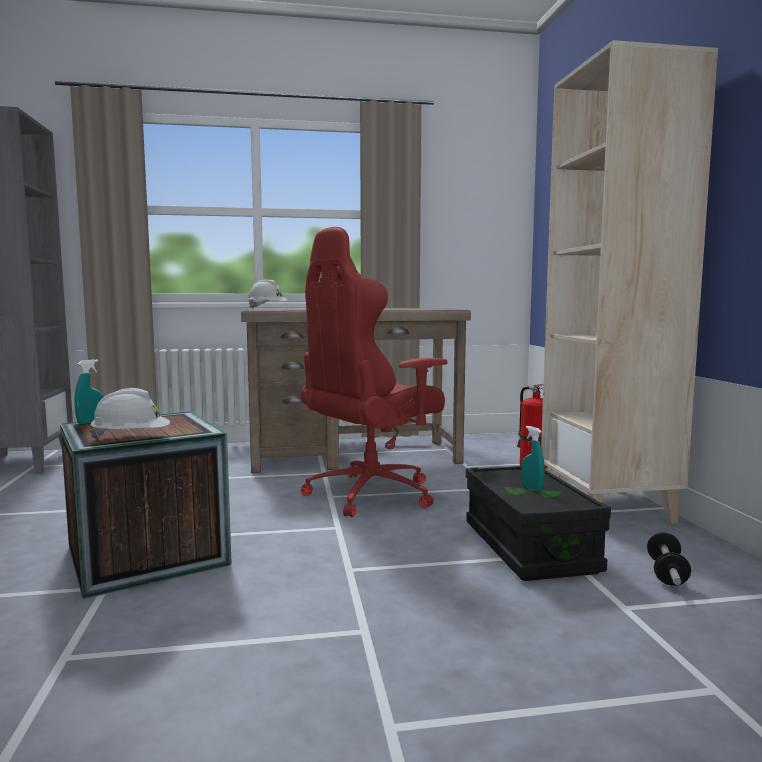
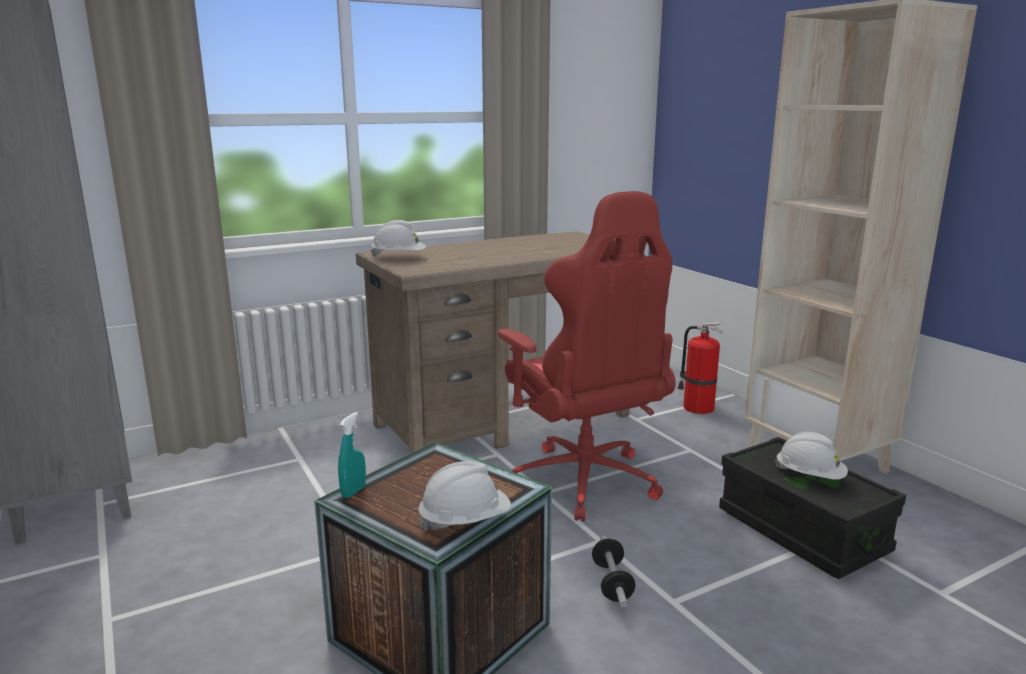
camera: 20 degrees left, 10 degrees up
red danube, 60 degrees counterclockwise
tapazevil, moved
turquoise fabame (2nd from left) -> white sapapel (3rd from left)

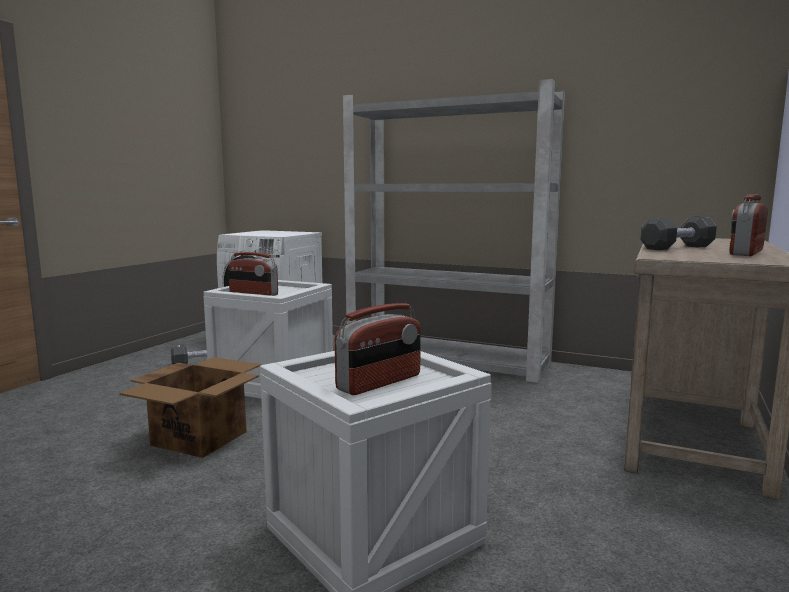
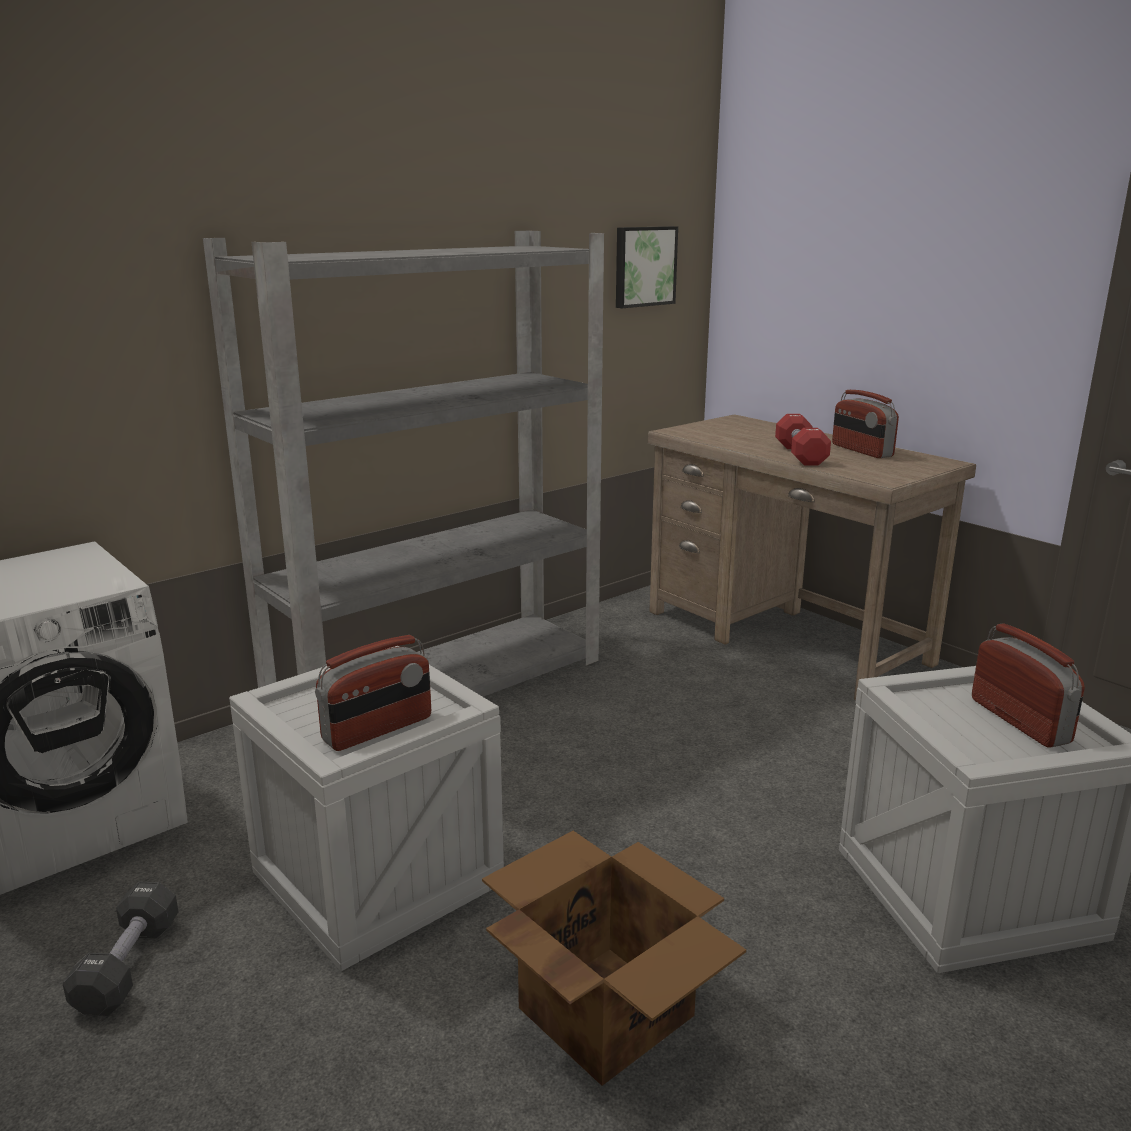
camera: 65 degrees left, 10 degrees up
none -> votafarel
black tapazevil (2nd from left) -> red tapazevil

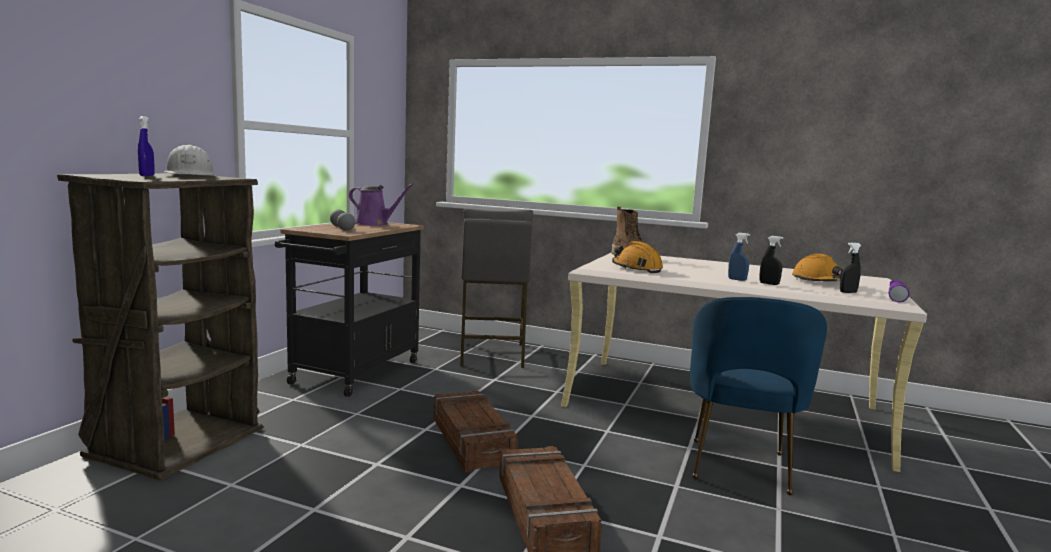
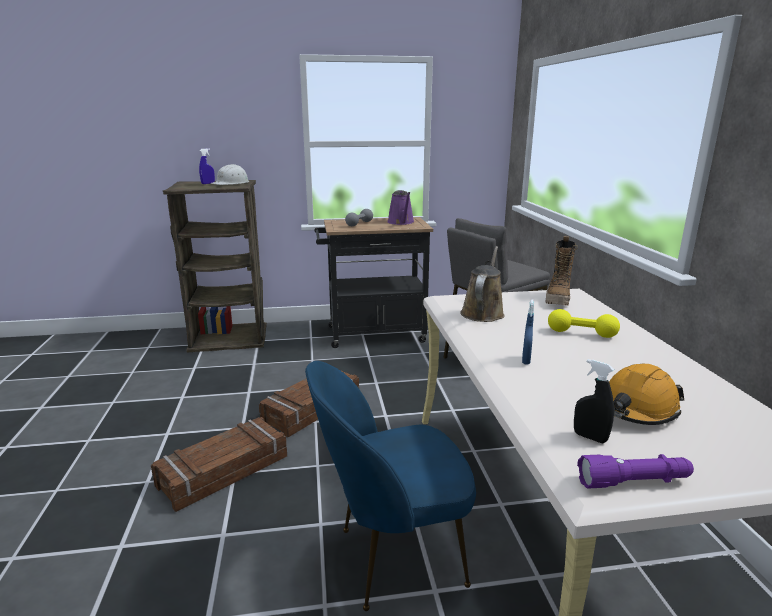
camera: 60 degrees right, 10 degrees up
orange sapapel (1st from left) -> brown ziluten
none -> yellow tapazevil
black fabame (1st from left) -> none

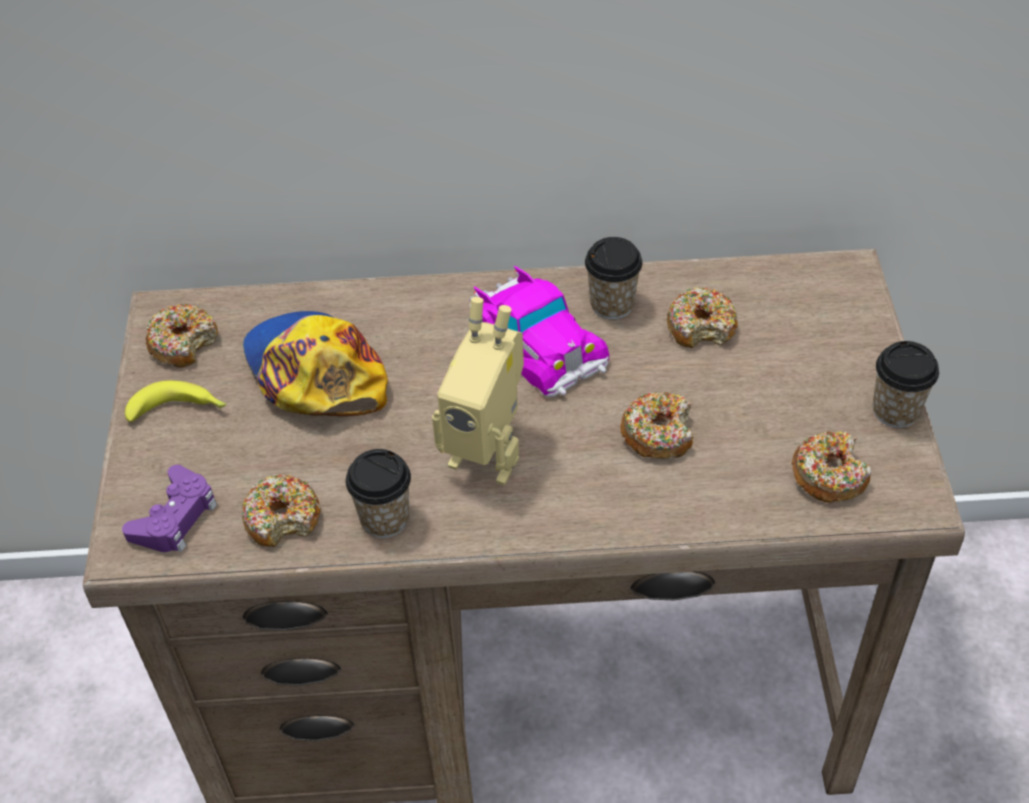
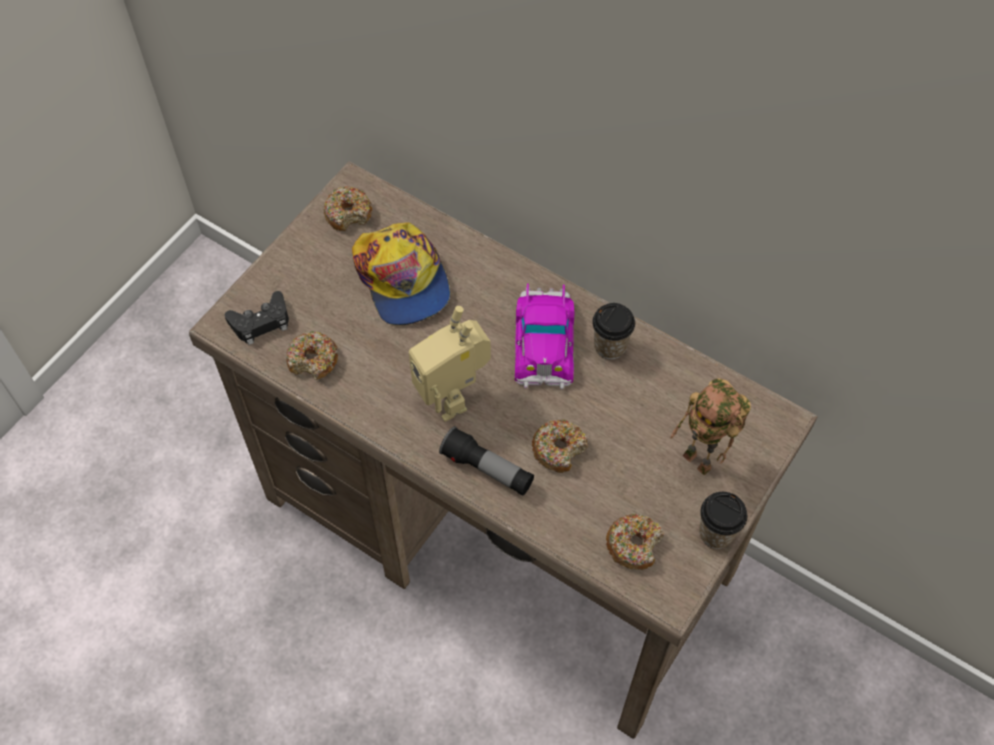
camera: 35 degrees right, 10 degrees up
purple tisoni -> black tisoni
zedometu, 150 degrees clockwise
none -> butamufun
none -> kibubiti (2nd from left)
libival -> none
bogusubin (1st from left) -> none
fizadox (4th from left) -> none

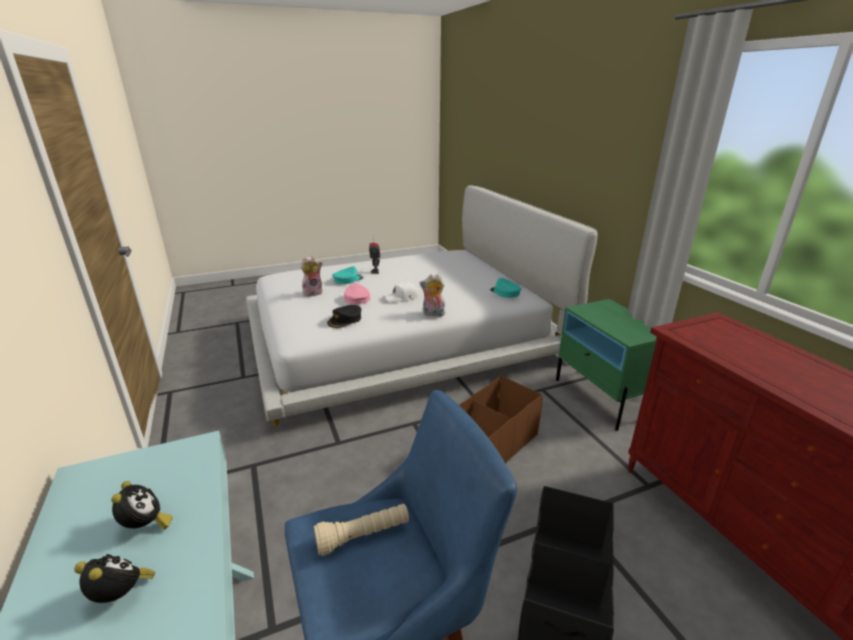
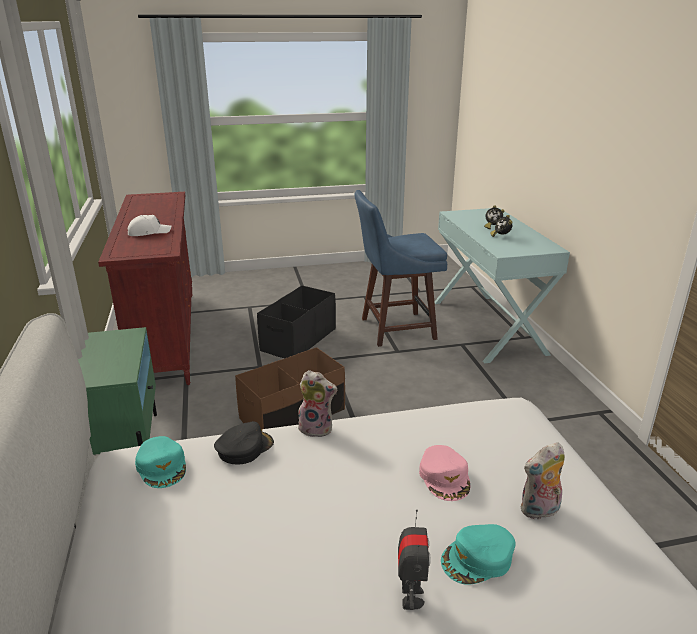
camera: 170 degrees left, 0 degrees up
white zedometu, moved
black zedometu, moved
beige butamufun -> none

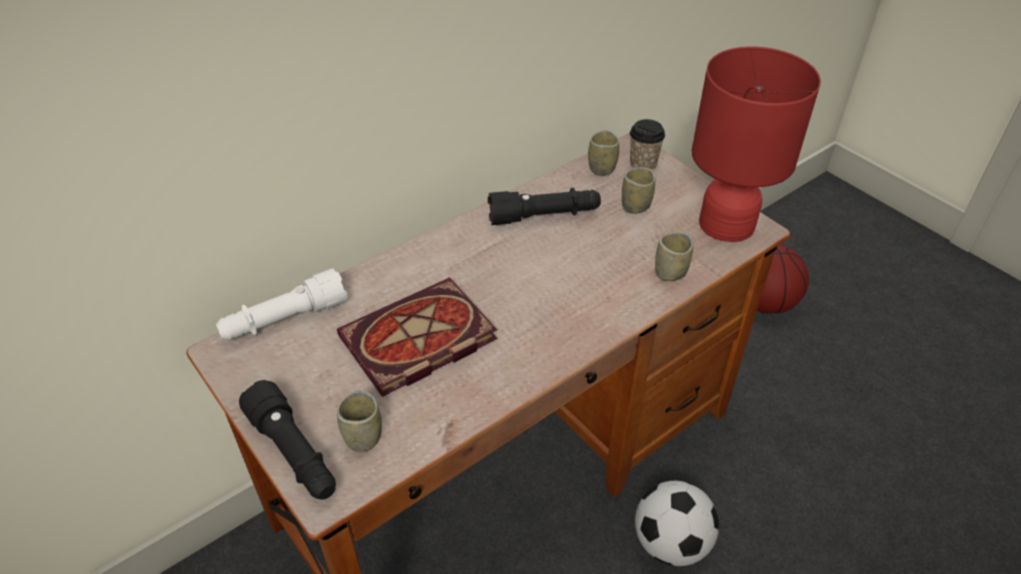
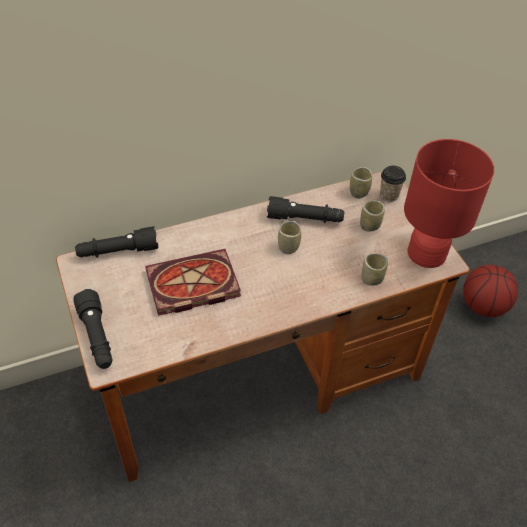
camera: 15 degrees right, 5 degrees up
white butamufun -> black butamufun (2nd from left)
bogusubin (1st from left), moved
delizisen -> none

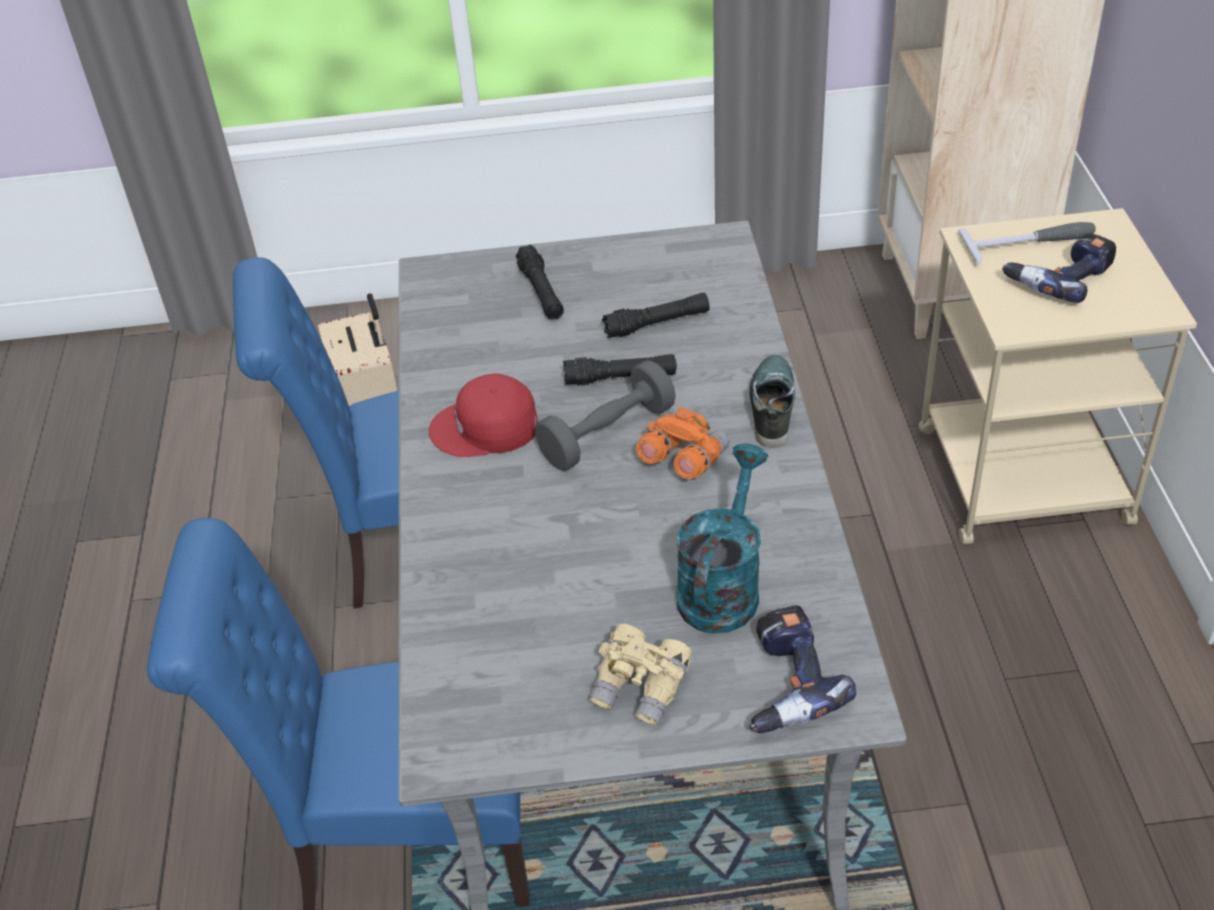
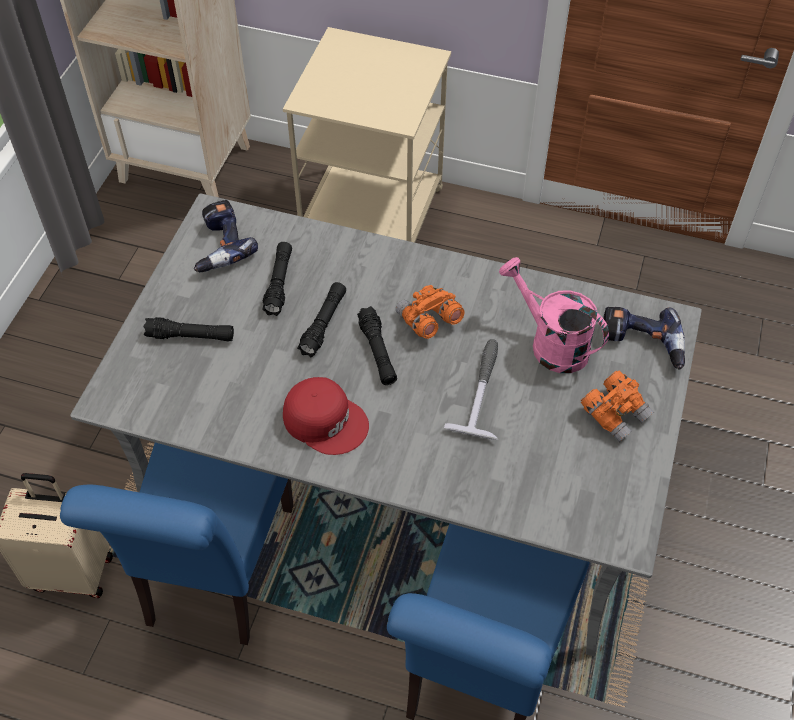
camera: 70 degrees left, 10 degrees up
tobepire (2nd from left in the first image) -> tobepire (1st from left), moved
red zedometu, 75 degrees counterclockwise
grey tapazevil -> black butamufun (4th from left)
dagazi, moved
turquoise ziluten -> pink ziluten
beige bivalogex -> orange bivalogex (2nd from left)
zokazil -> none

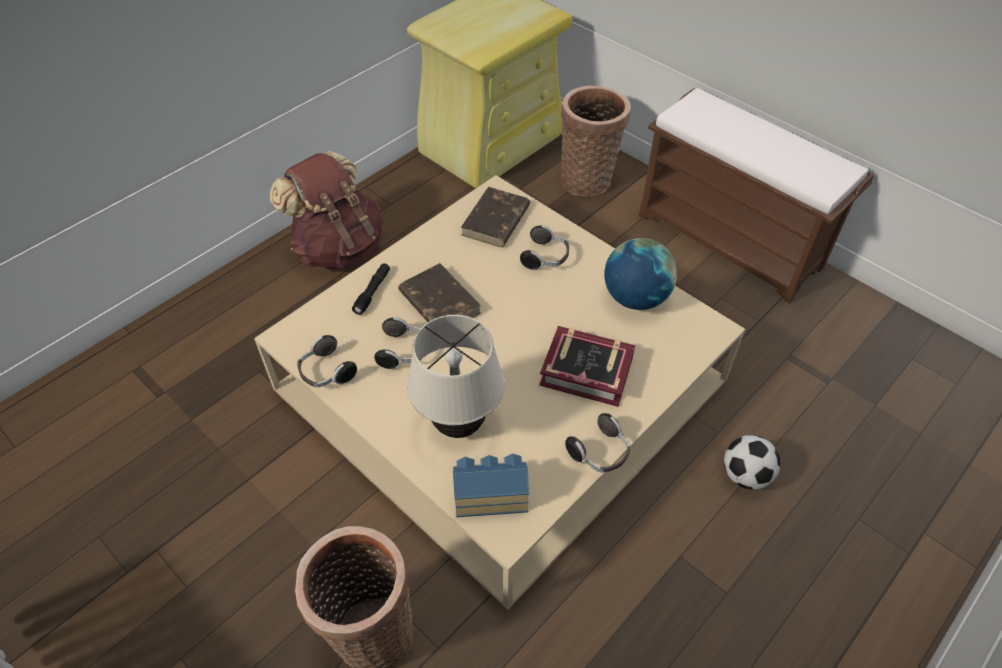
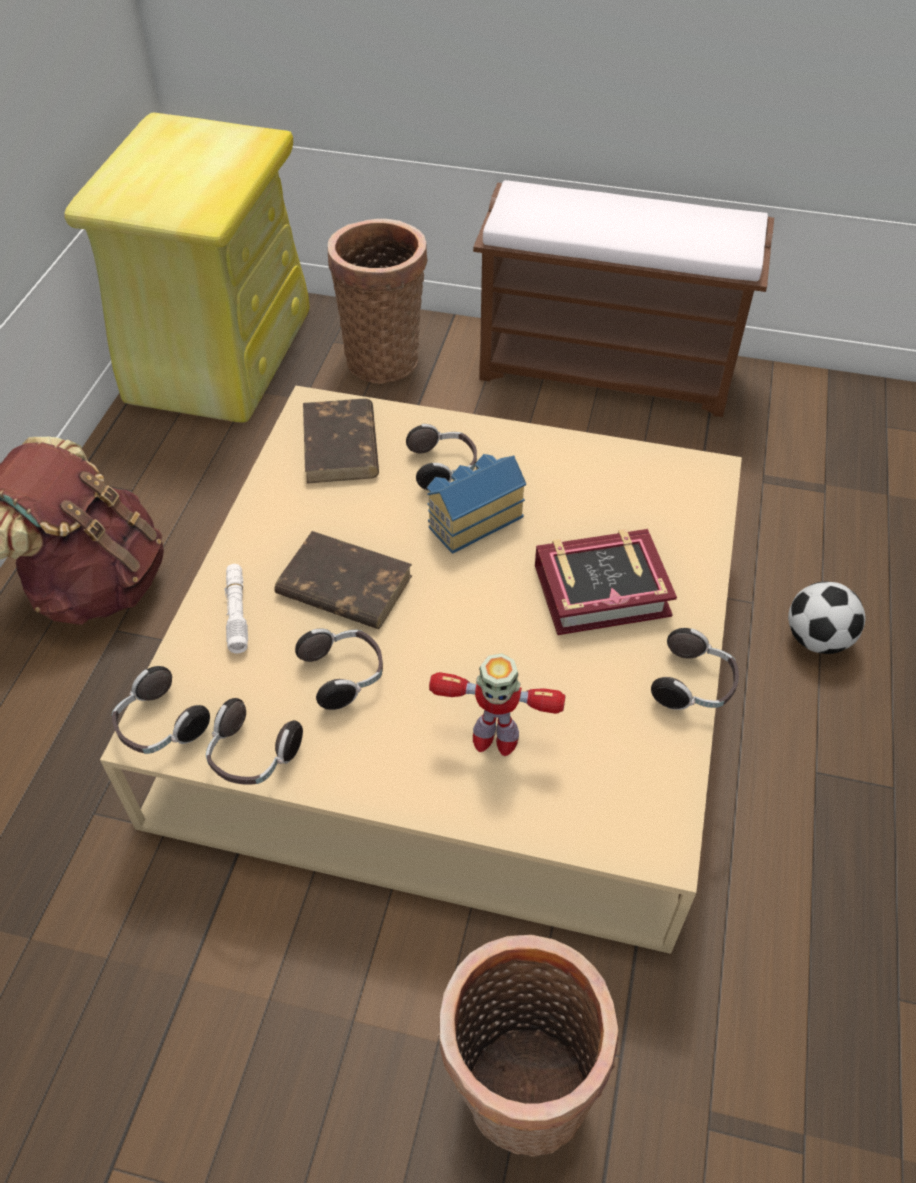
camera: 30 degrees left, 0 degrees up
none -> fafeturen (1st from left)
black butamufun -> white butamufun
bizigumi, moved
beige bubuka -> kibubiti
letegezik -> none

